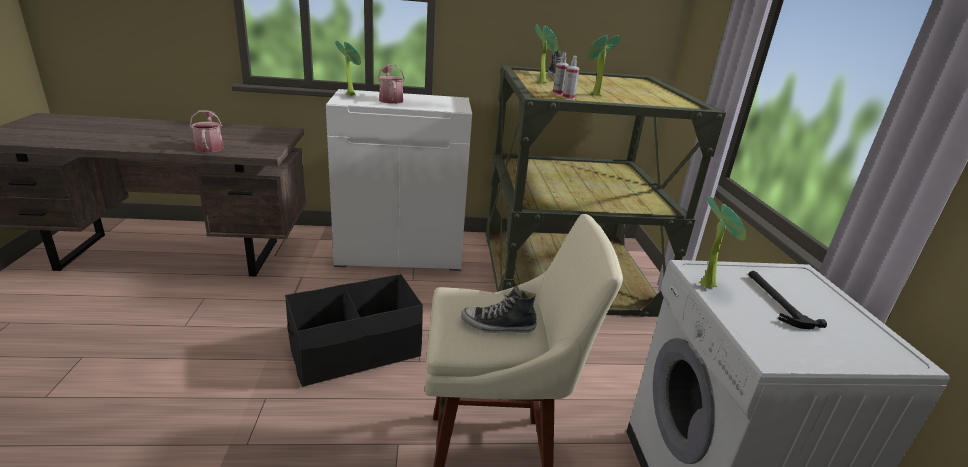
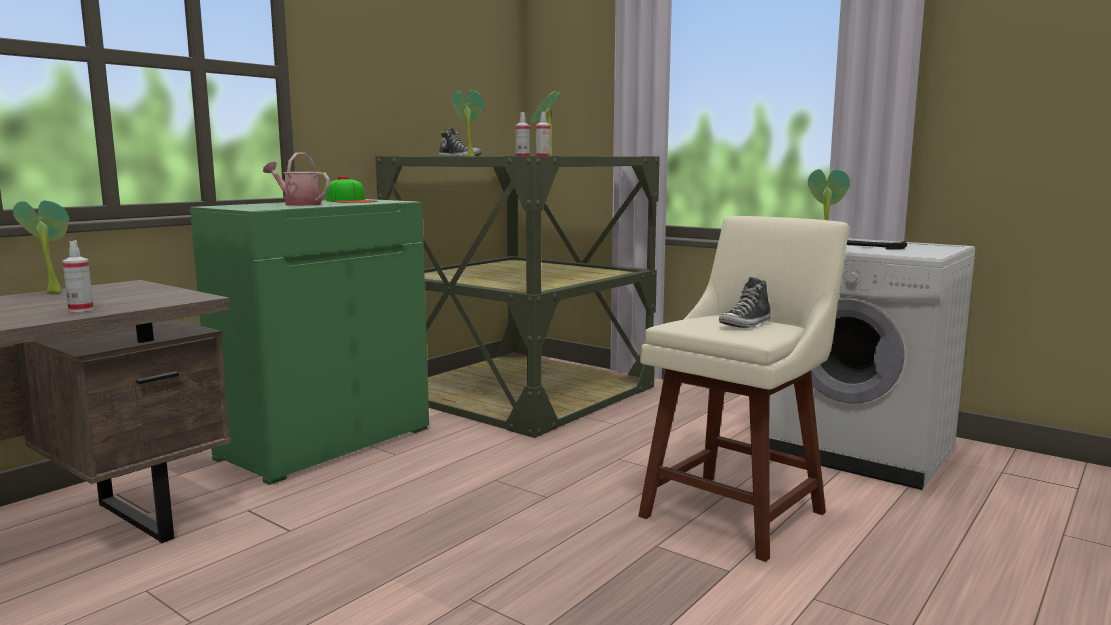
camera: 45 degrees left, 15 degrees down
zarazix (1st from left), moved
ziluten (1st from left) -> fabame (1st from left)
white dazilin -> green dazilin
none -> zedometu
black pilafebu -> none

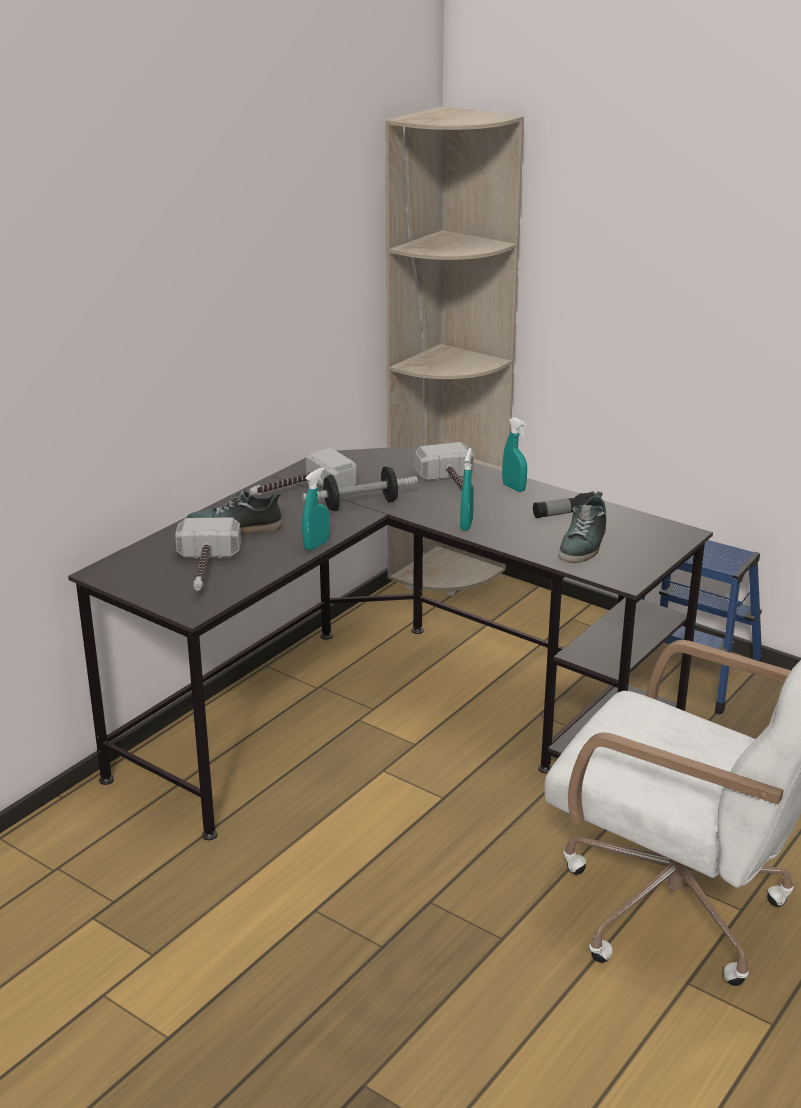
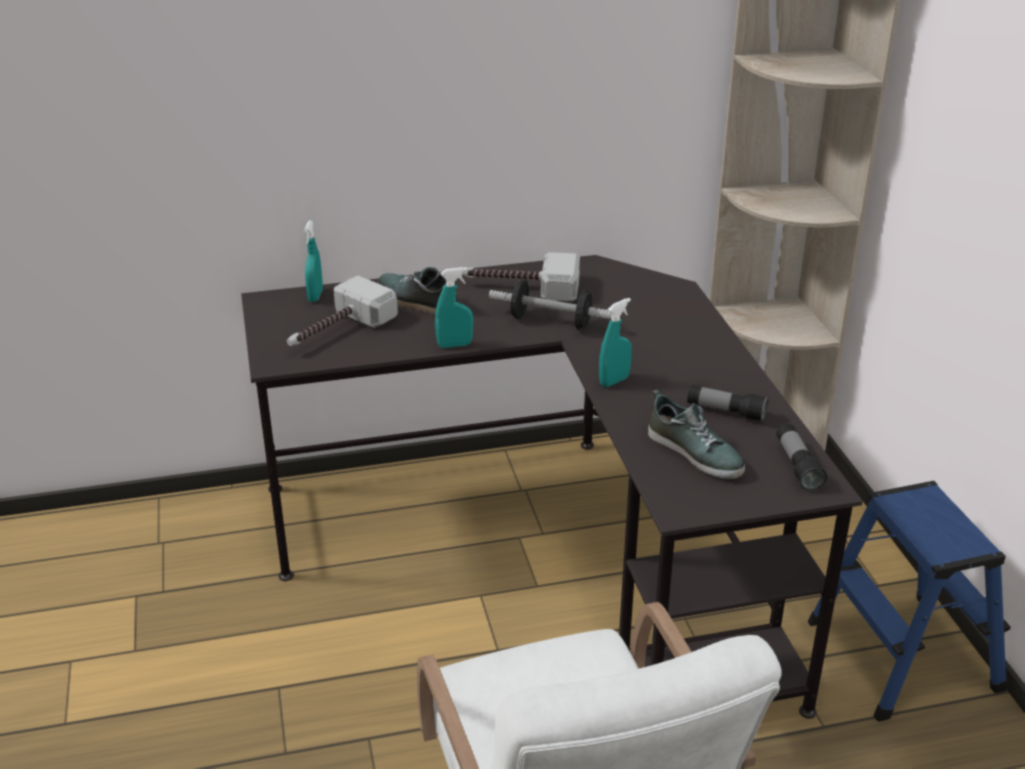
camera: 40 degrees right, 5 degrees up
turquoise fabame (3rd from left in the first image) -> turquoise fabame (1st from left), moved
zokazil (2nd from left), 105 degrees counterclockwise
none -> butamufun (2nd from left)
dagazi (3rd from left) -> none

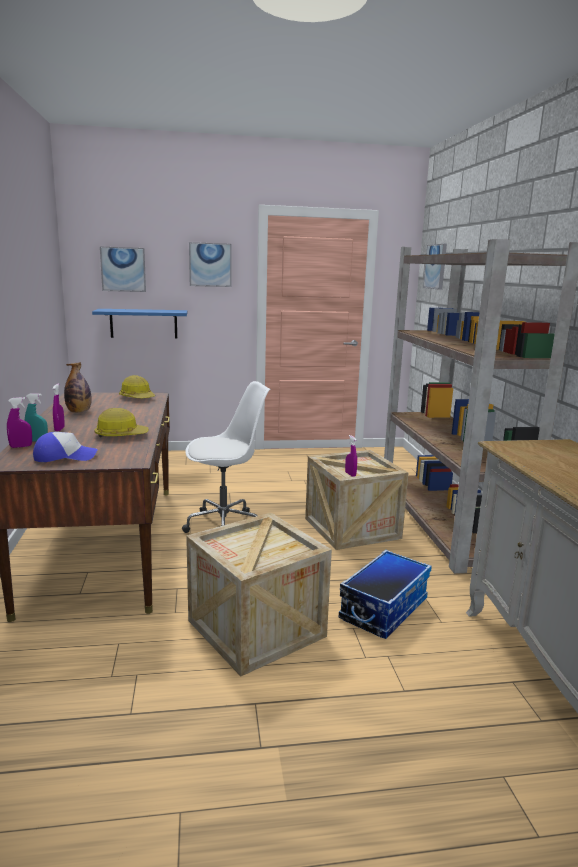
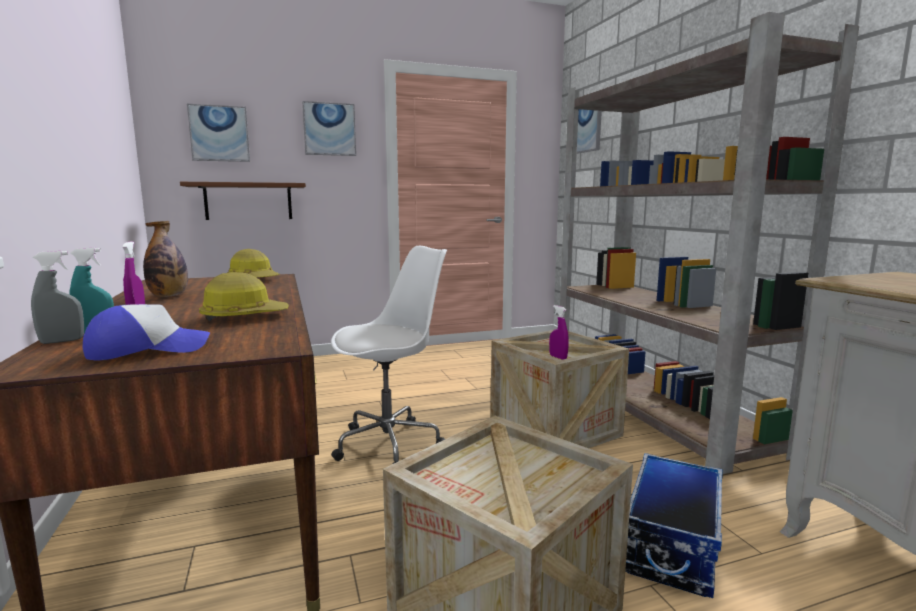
camera: 10 degrees left, 5 degrees down
purple fabame (1st from left) -> grey fabame
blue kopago -> brown kopago

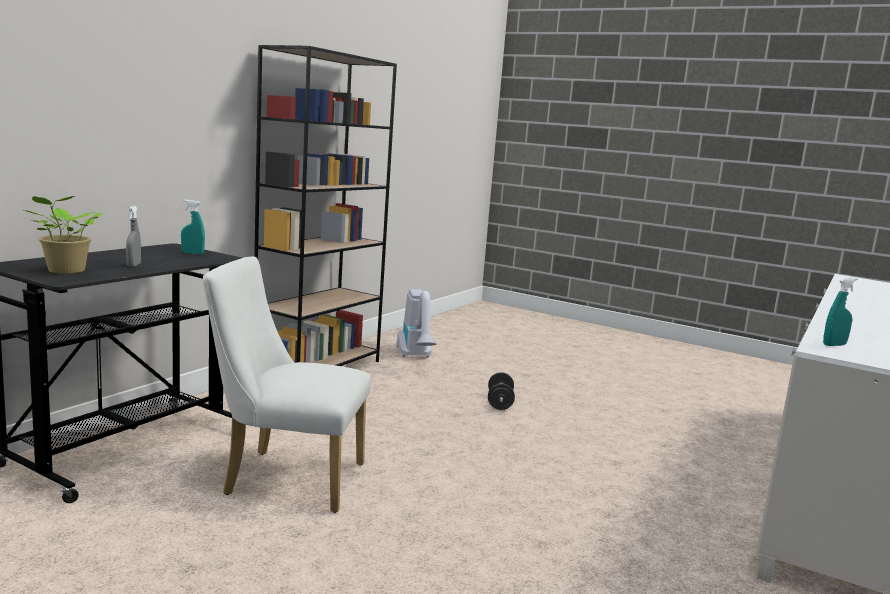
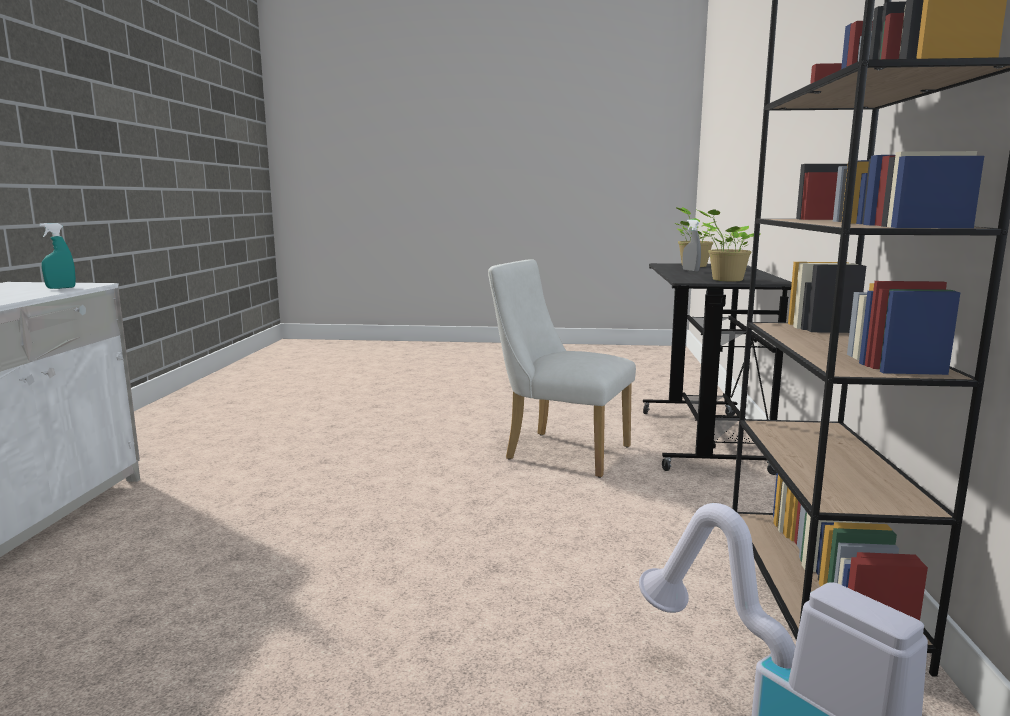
camera: 155 degrees right, 0 degrees up
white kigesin, 135 degrees counterclockwise
turquoise fabame (1st from left) -> zarazix (2nd from left)
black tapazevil -> none

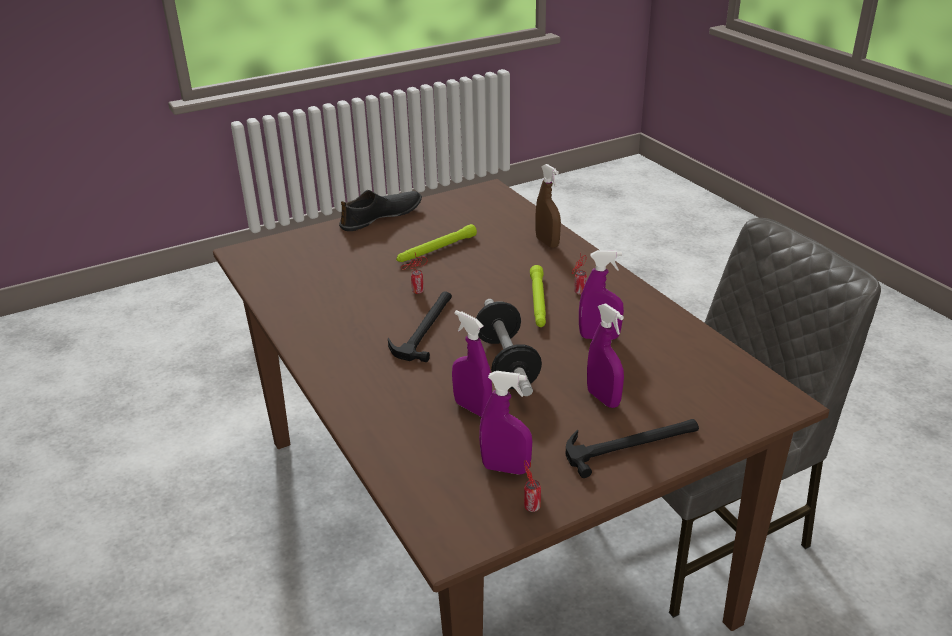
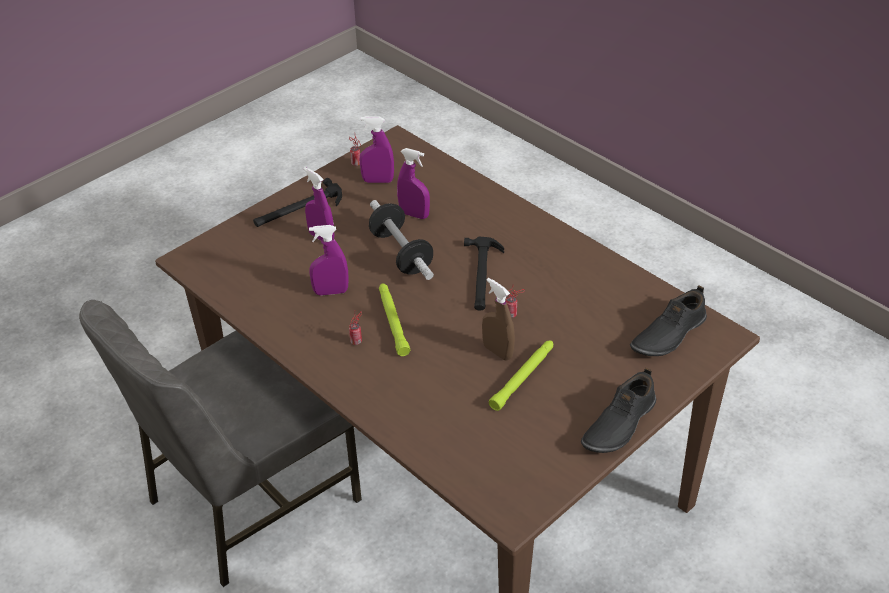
camera: 165 degrees right, 10 degrees up
brown fabame, moved
none -> black zokazil (2nd from left)

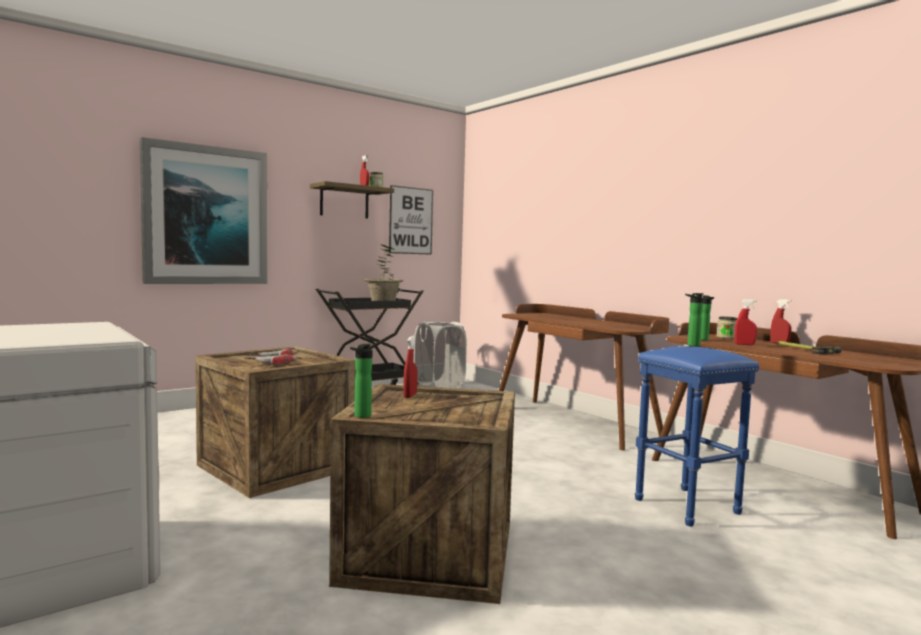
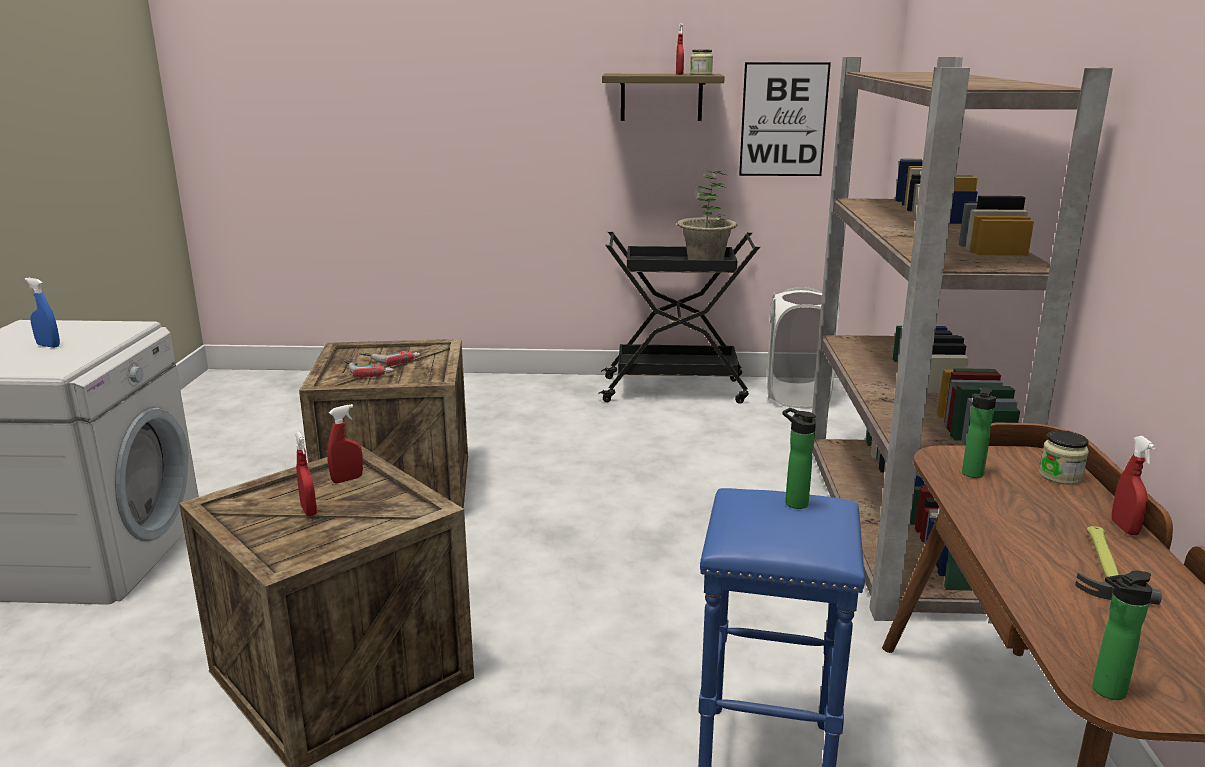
camera: 40 degrees right, 15 degrees up
none -> blue fabame
red fabame (3rd from left in the first image) -> red fabame (1st from left), moved
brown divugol (1st from left) -> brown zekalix
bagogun (1st from left in the first image) -> bagogun (3rd from left), moved
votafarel (1st from left) -> none

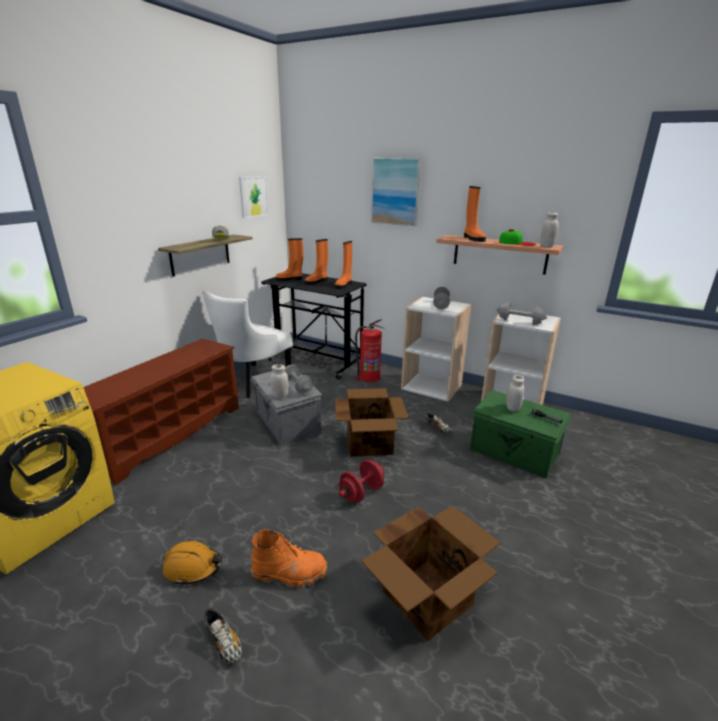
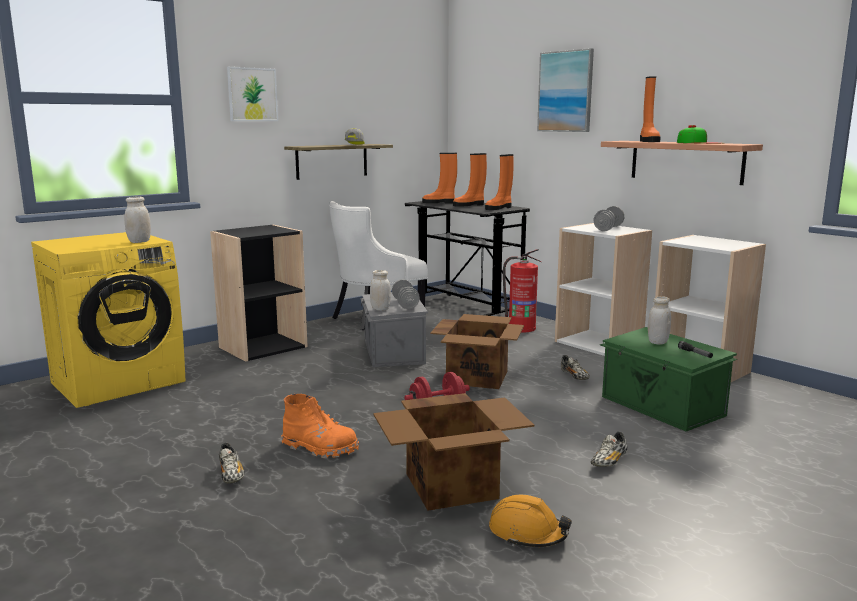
camera: 20 degrees right, 10 degrees down
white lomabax (3rd from left in the first image) -> white lomabax (1st from left), moved
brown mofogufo -> black zekalix
votafarel (1st from left), moved
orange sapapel, moved
none -> zokazil (3rd from left)
grey tapazevil (3rd from left) -> none

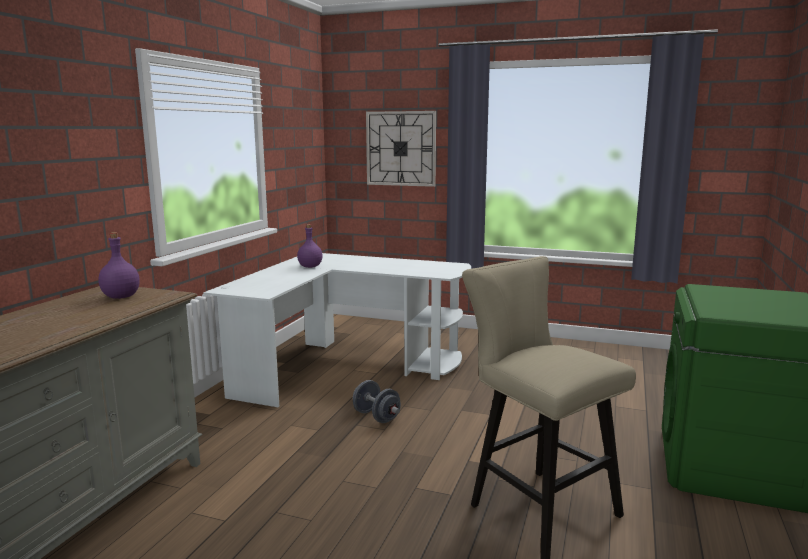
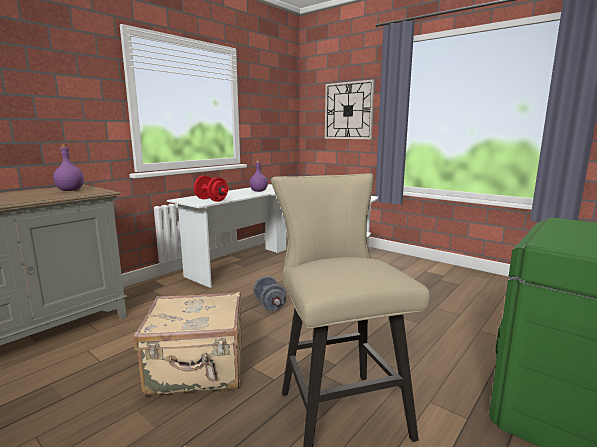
camera: 20 degrees right, 0 degrees up
none -> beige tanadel
none -> red tapazevil

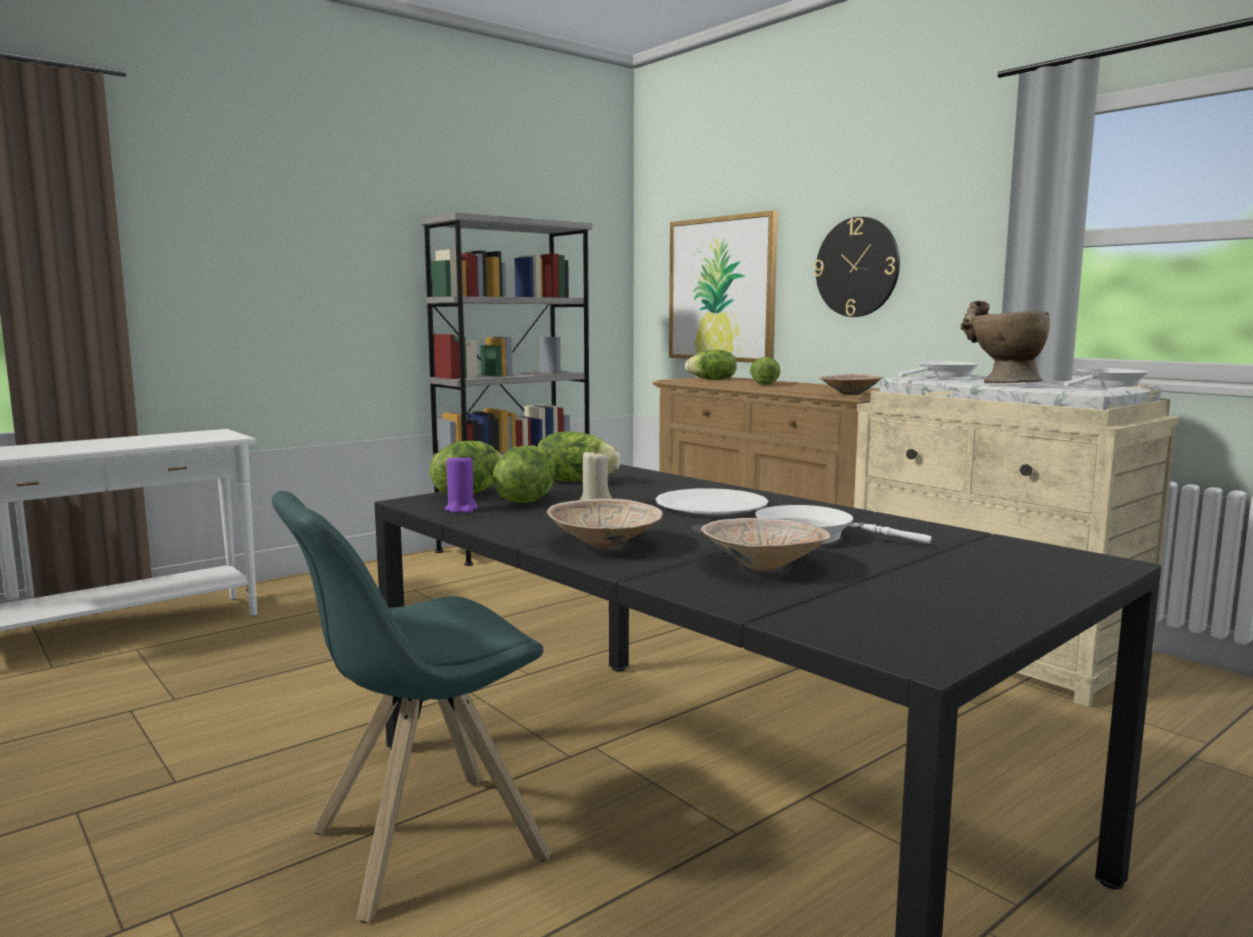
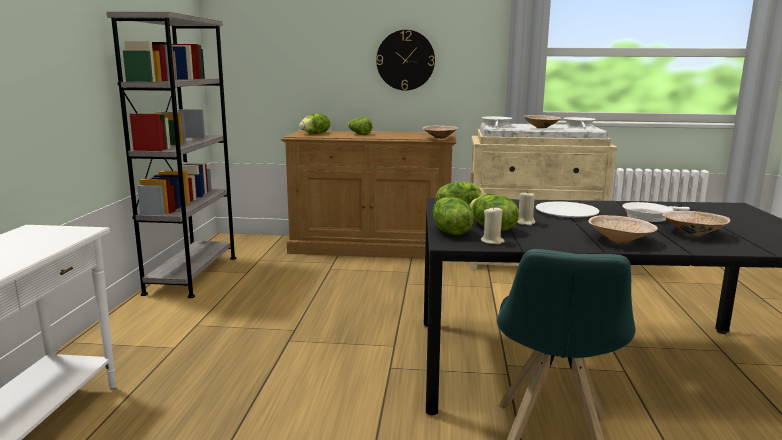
camera: 45 degrees left, 5 degrees up
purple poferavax -> beige poferavax (1st from left)
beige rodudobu -> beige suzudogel (2nd from left)
votafarel -> none

